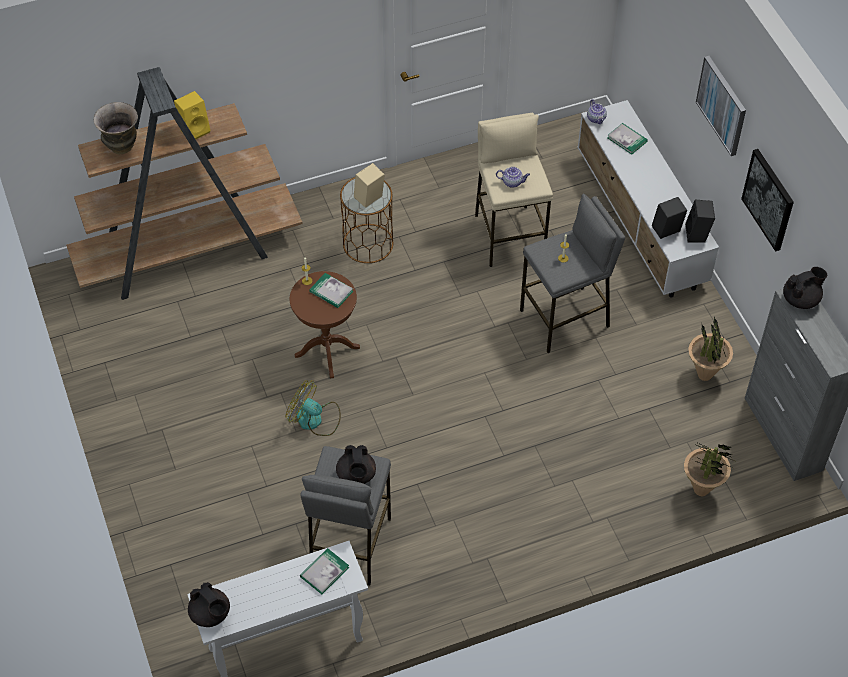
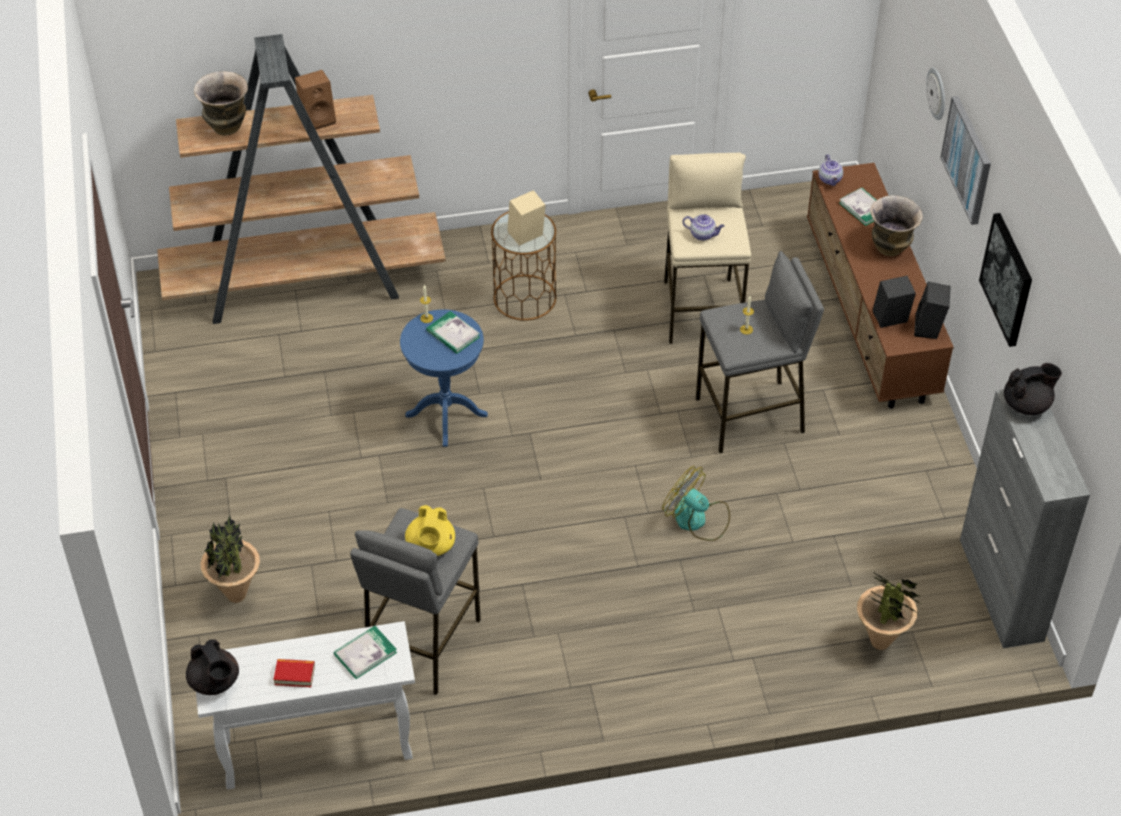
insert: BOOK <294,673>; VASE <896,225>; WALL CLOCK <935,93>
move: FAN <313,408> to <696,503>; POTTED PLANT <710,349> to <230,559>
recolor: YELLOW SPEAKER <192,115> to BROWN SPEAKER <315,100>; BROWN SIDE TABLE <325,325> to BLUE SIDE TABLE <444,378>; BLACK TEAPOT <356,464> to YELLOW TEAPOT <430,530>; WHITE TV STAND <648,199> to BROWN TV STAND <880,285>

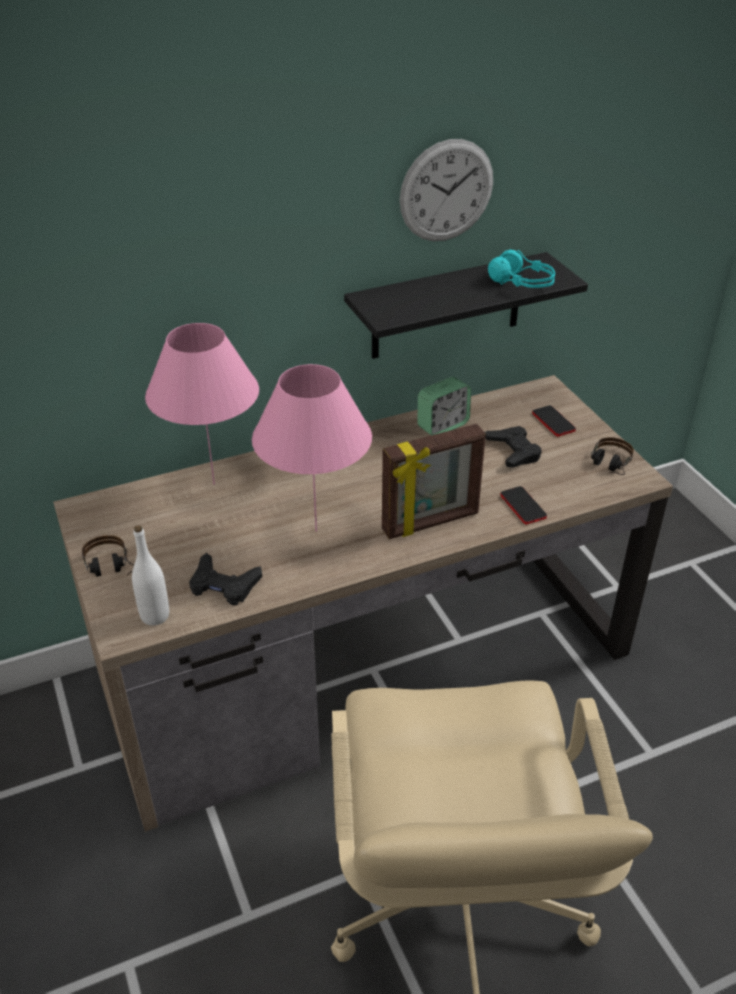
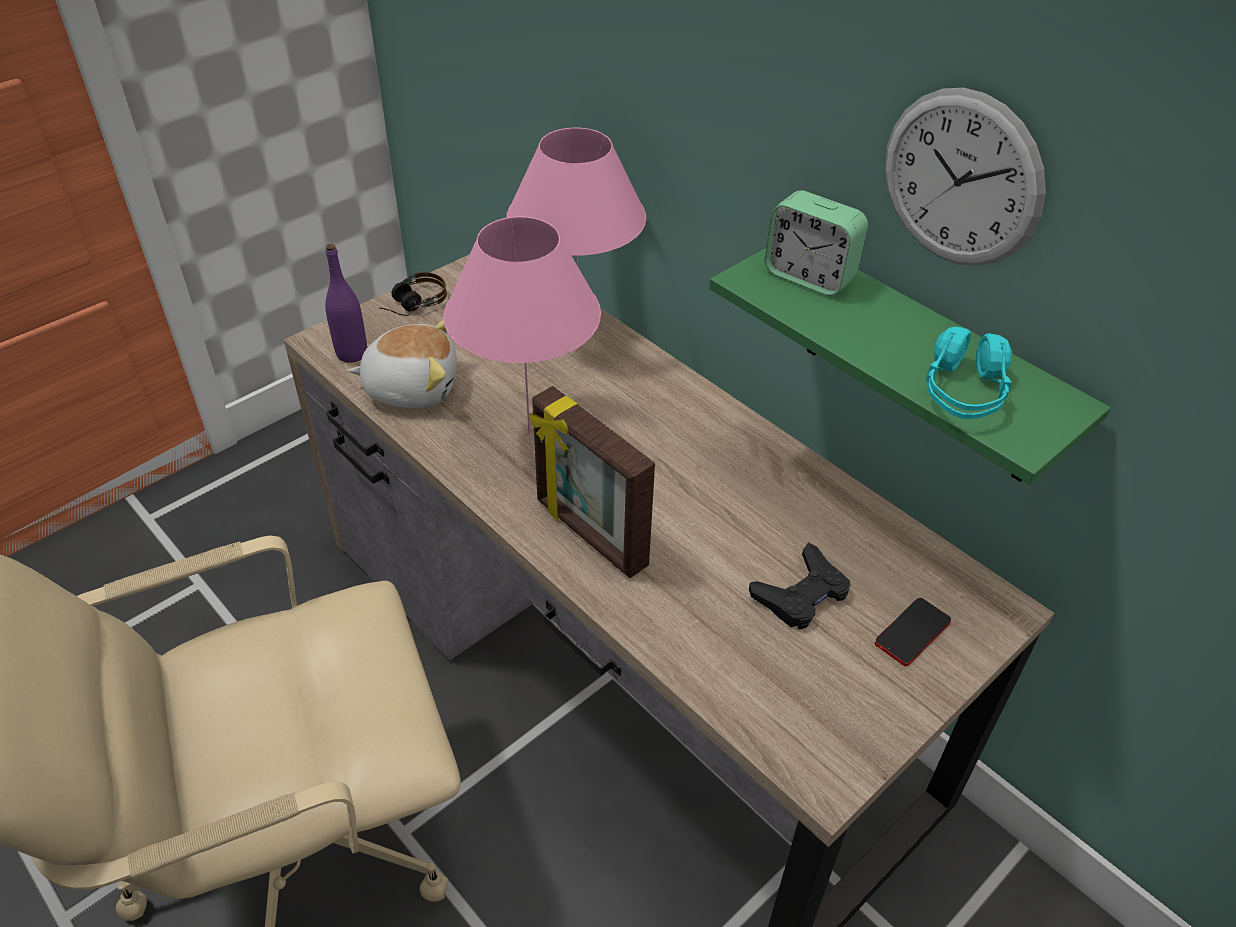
delete: PHONE <523,505>; HEADPHONES <612,456>
move: ALARM CLOCK <444,406> to <816,243>
replace: BLACK GAME CONTROLLER <225,579> to PLUSH TOY <402,364>
recolor: WHITE BOTTLE <150,575> to PURPLE BOTTLE <346,303>; BLACK SHELF <466,305> to GREEN SHELF <910,366>

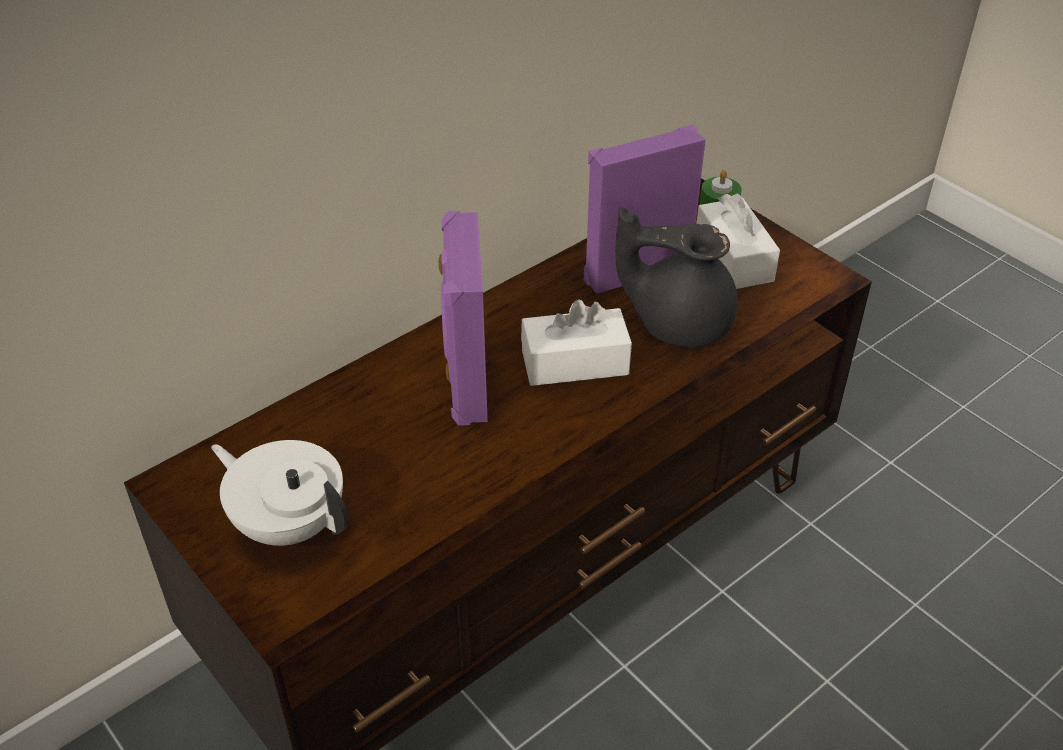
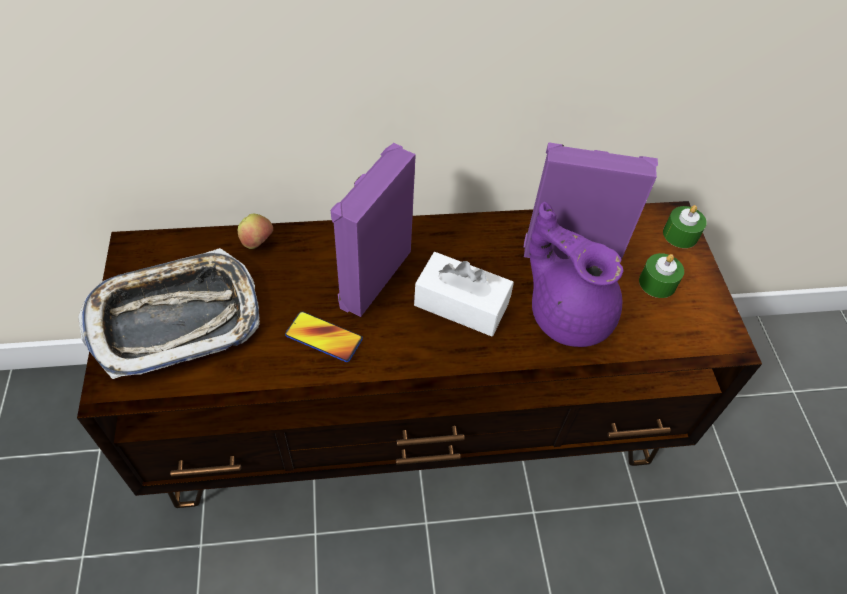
insert: APPLE <255,231>; PHONE <324,336>
replace: WHITE TEAPOT <280,493> to TRAY <169,313>; WHITE TISSUE BOX <738,241> to GREEN CANDLE <661,275>
recolor: BLACK TEAPOT <676,277> to PURPLE TEAPOT <576,274>

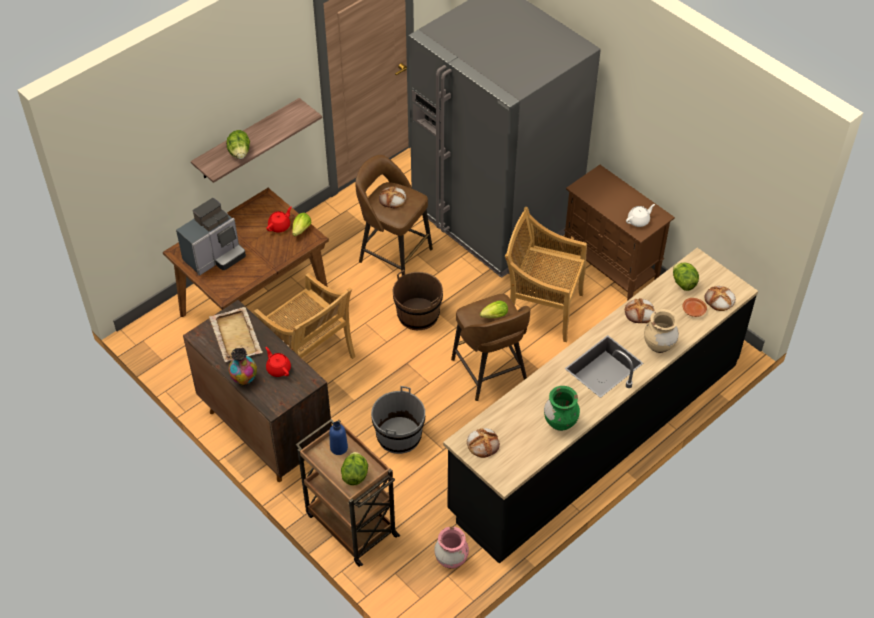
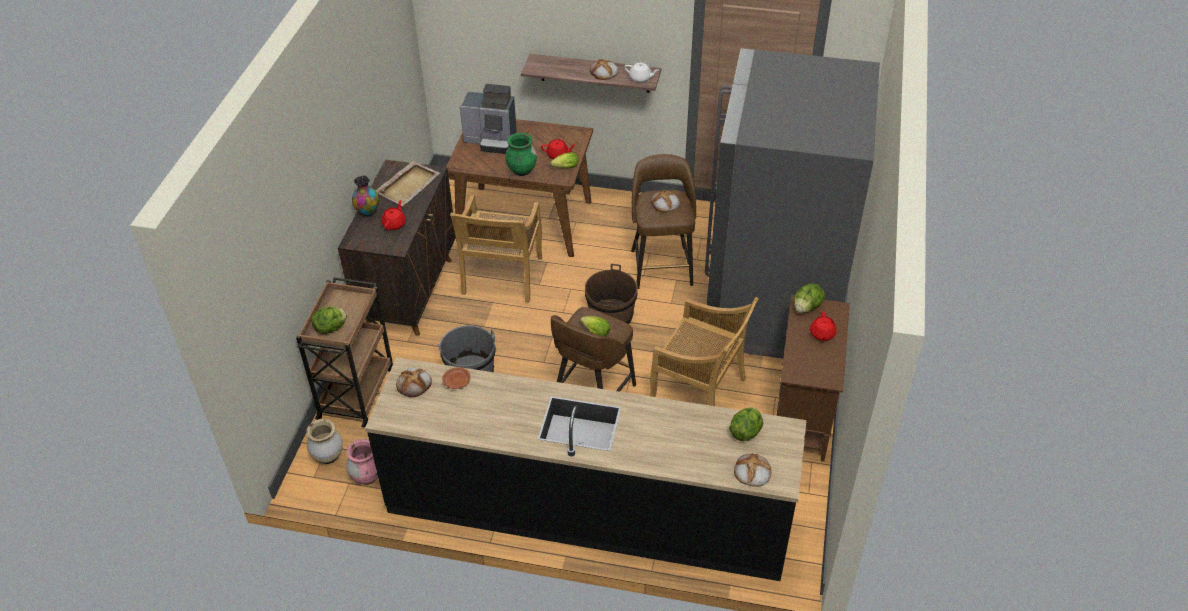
delete: BLUE BOTTLE <338,438>
insert: RED TEAPOT <823,326>
move: LETTUCE <238,144> to <809,298>; GREEN VASE <562,408> to <521,154>; BREAD <639,310> to <604,69>; WHITE TEAPOT <640,215> to <641,72>; BEIGE VASE <661,331> to <324,441>; BROWN PLATE <694,307> to <456,378>
rotate: BEIGE CHAIR <546,274> = <704,351> 135 degrees clockwise

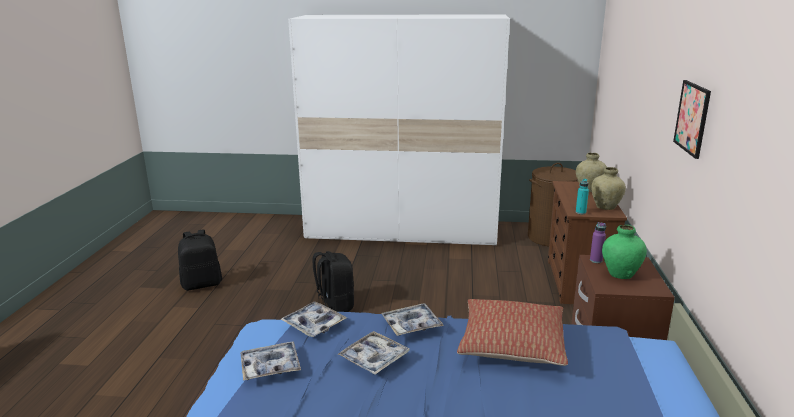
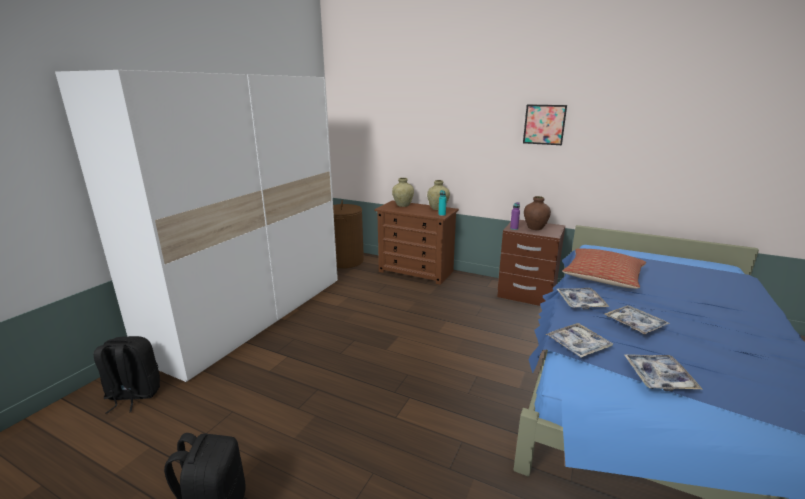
move: BLACK BACKPACK <333,281> to <127,375>
recolor: GREEN VASE <624,252> to BROWN VASE <537,213>

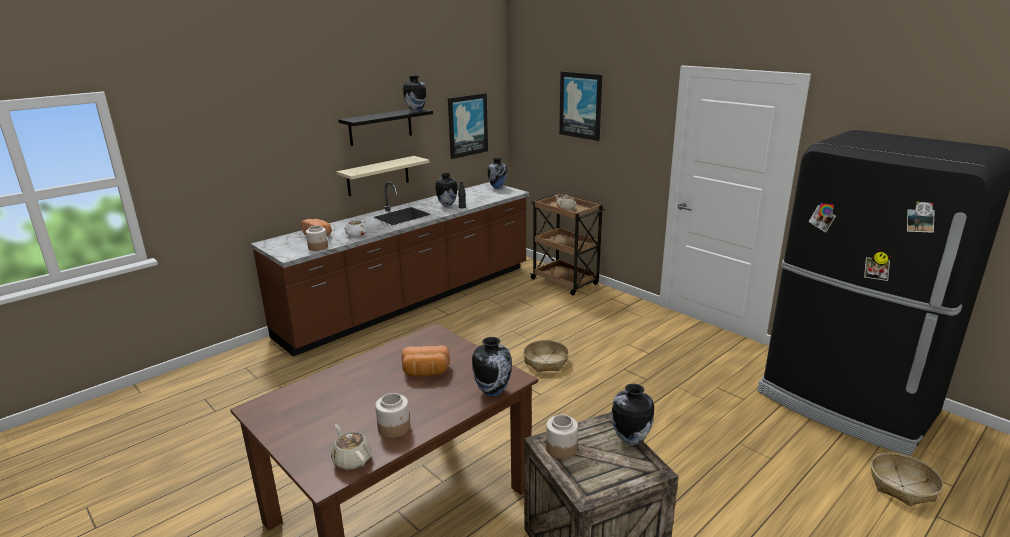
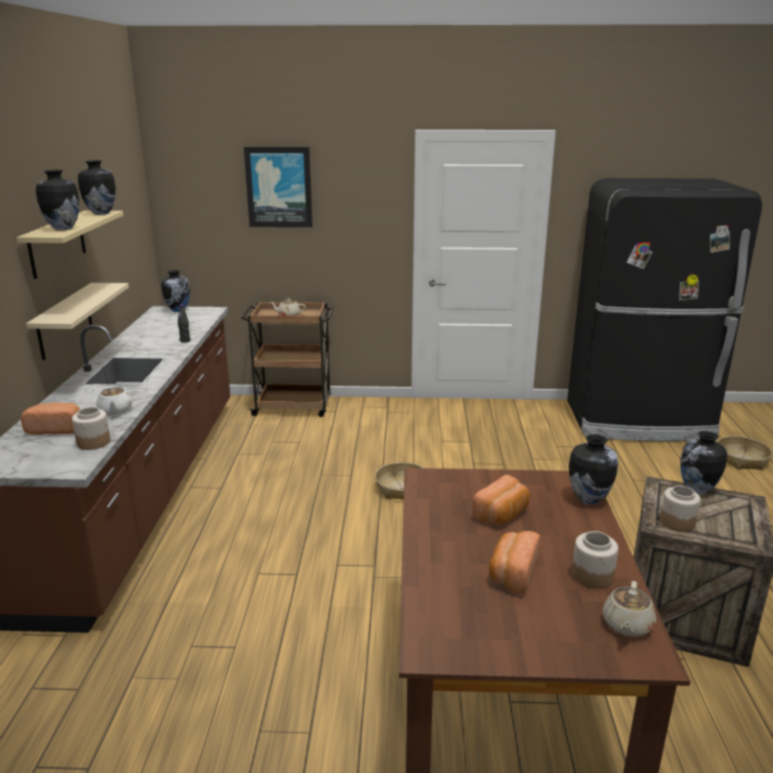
delete: PICTURE <468,126>
insert: BREAD <514,562>
move: VASE <446,189> to <57,200>
recolor: BLACK SHELF <385,127> to BEIGE SHELF <70,244>
rotate: BEIGE TEAPOT <351,447> = <629,609> 75 degrees counterclockwise

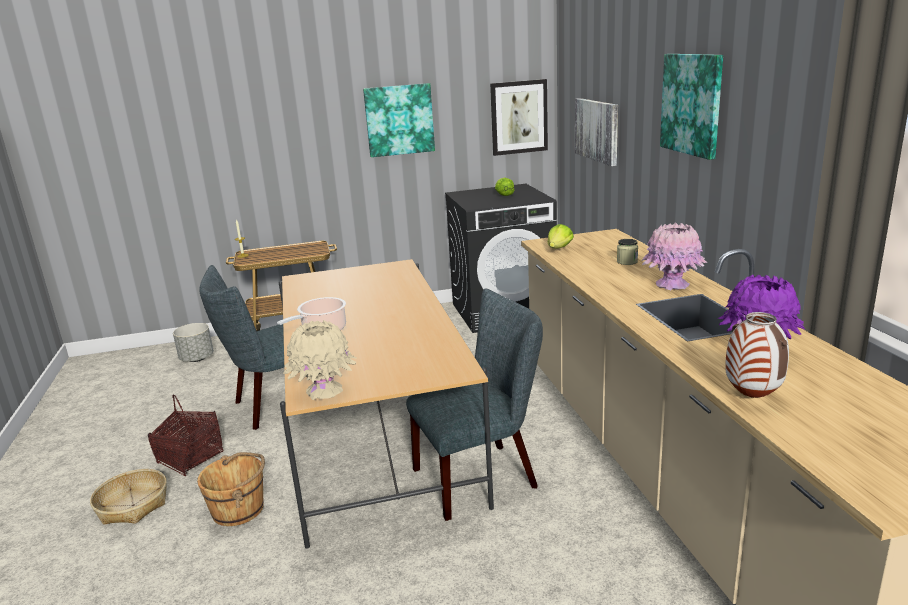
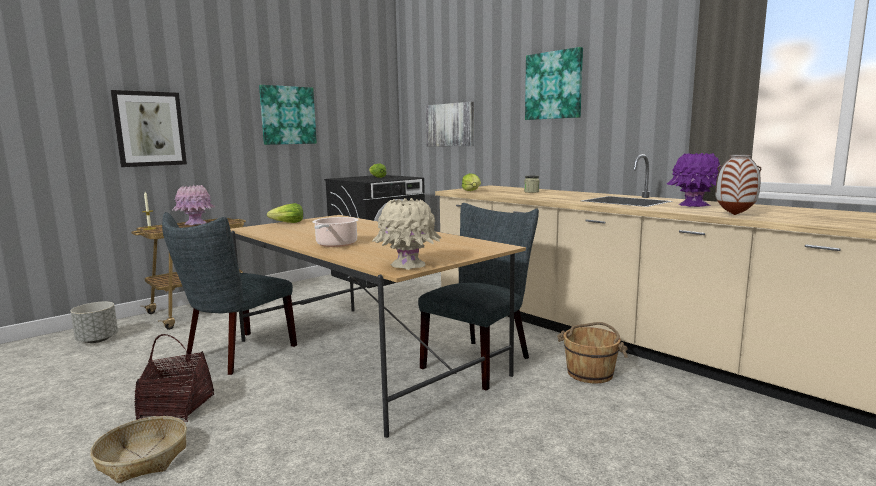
insert: LETTUCE <285,213>
move: BROWN BUCKET <231,489> to <592,352>; PICTURE <519,117> to <149,128>; PINK VASE <674,256> to <193,205>

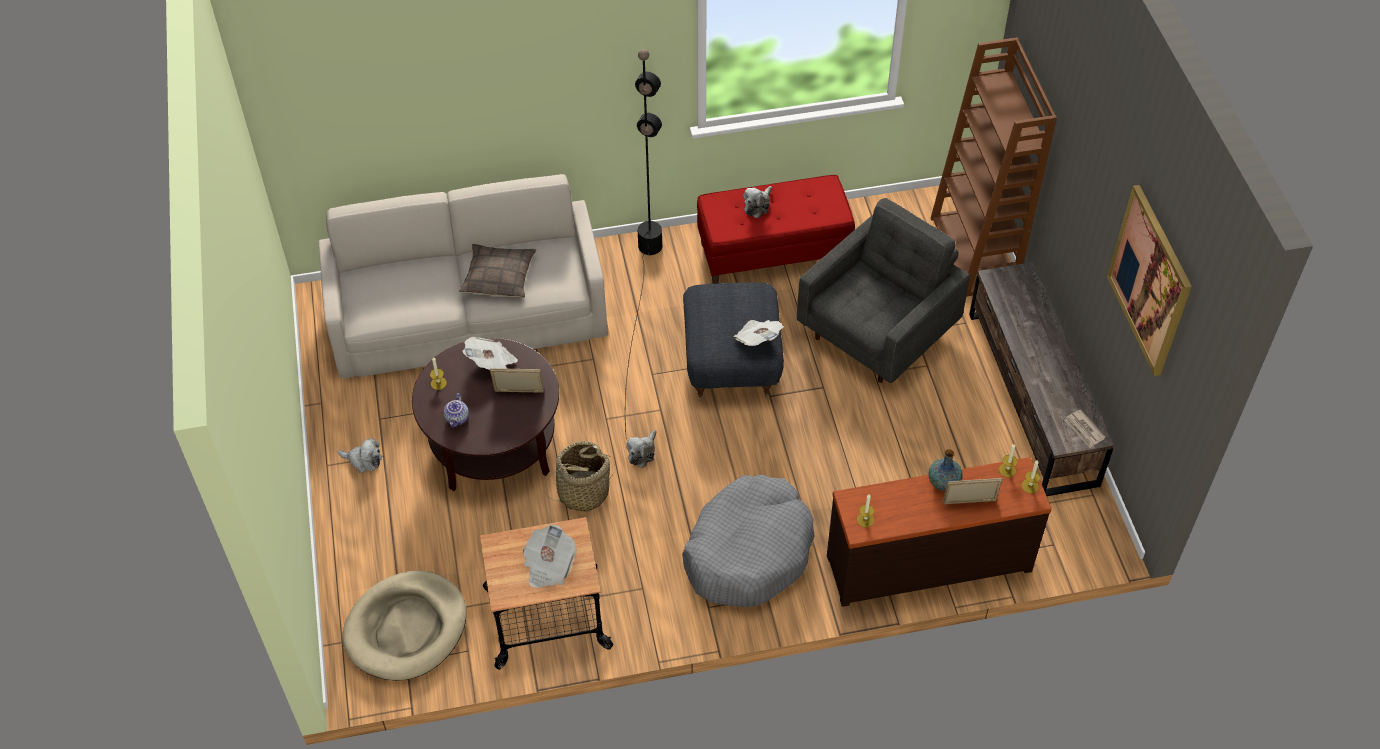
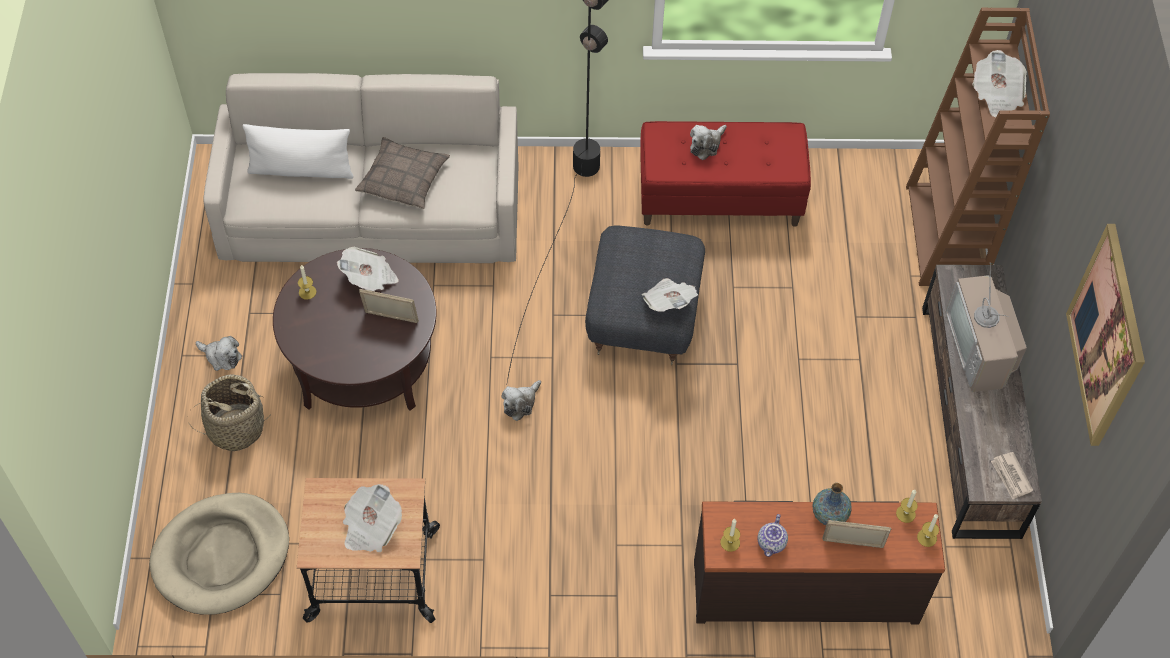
delete: GREY DOG BED <748,541>; GREY ARMCHAIR <883,290>
insert: WHITE PILLOW <298,151>; TELEVISION <986,327>; NEWSPAPER <1000,83>
move: TEAPOT <456,410> to <772,535>; BASKET <580,476> to <229,413>

